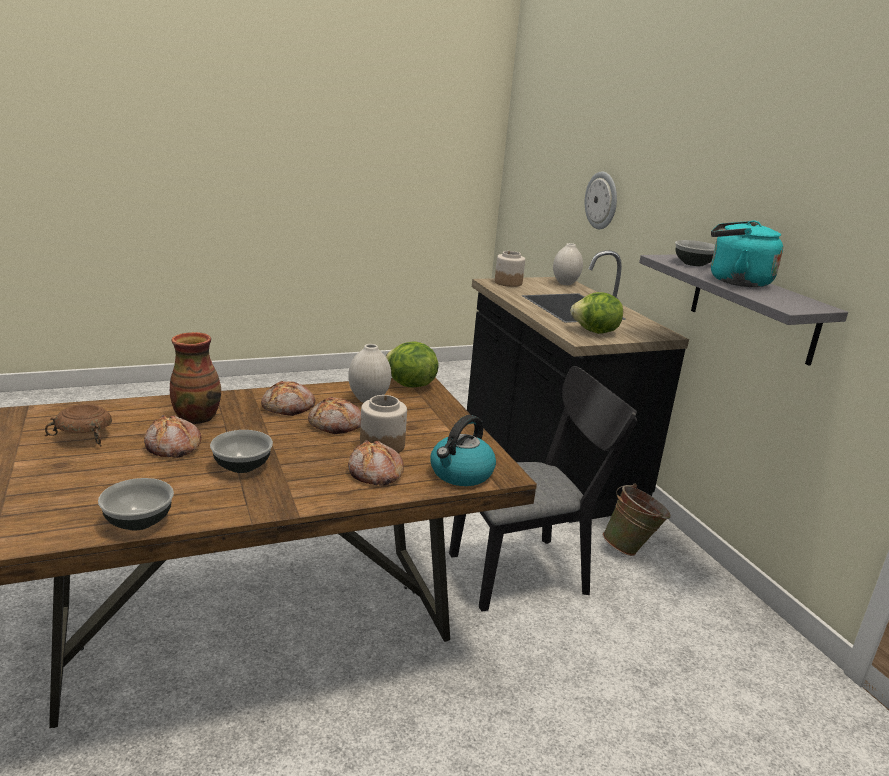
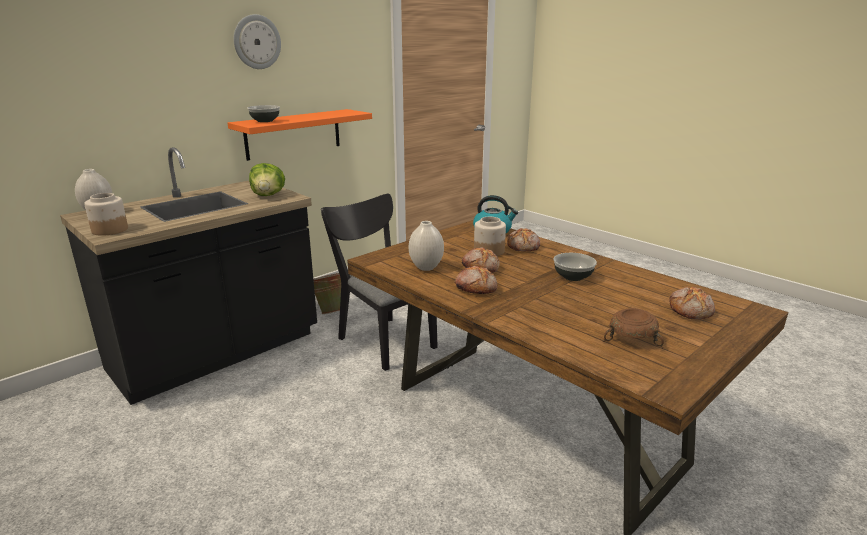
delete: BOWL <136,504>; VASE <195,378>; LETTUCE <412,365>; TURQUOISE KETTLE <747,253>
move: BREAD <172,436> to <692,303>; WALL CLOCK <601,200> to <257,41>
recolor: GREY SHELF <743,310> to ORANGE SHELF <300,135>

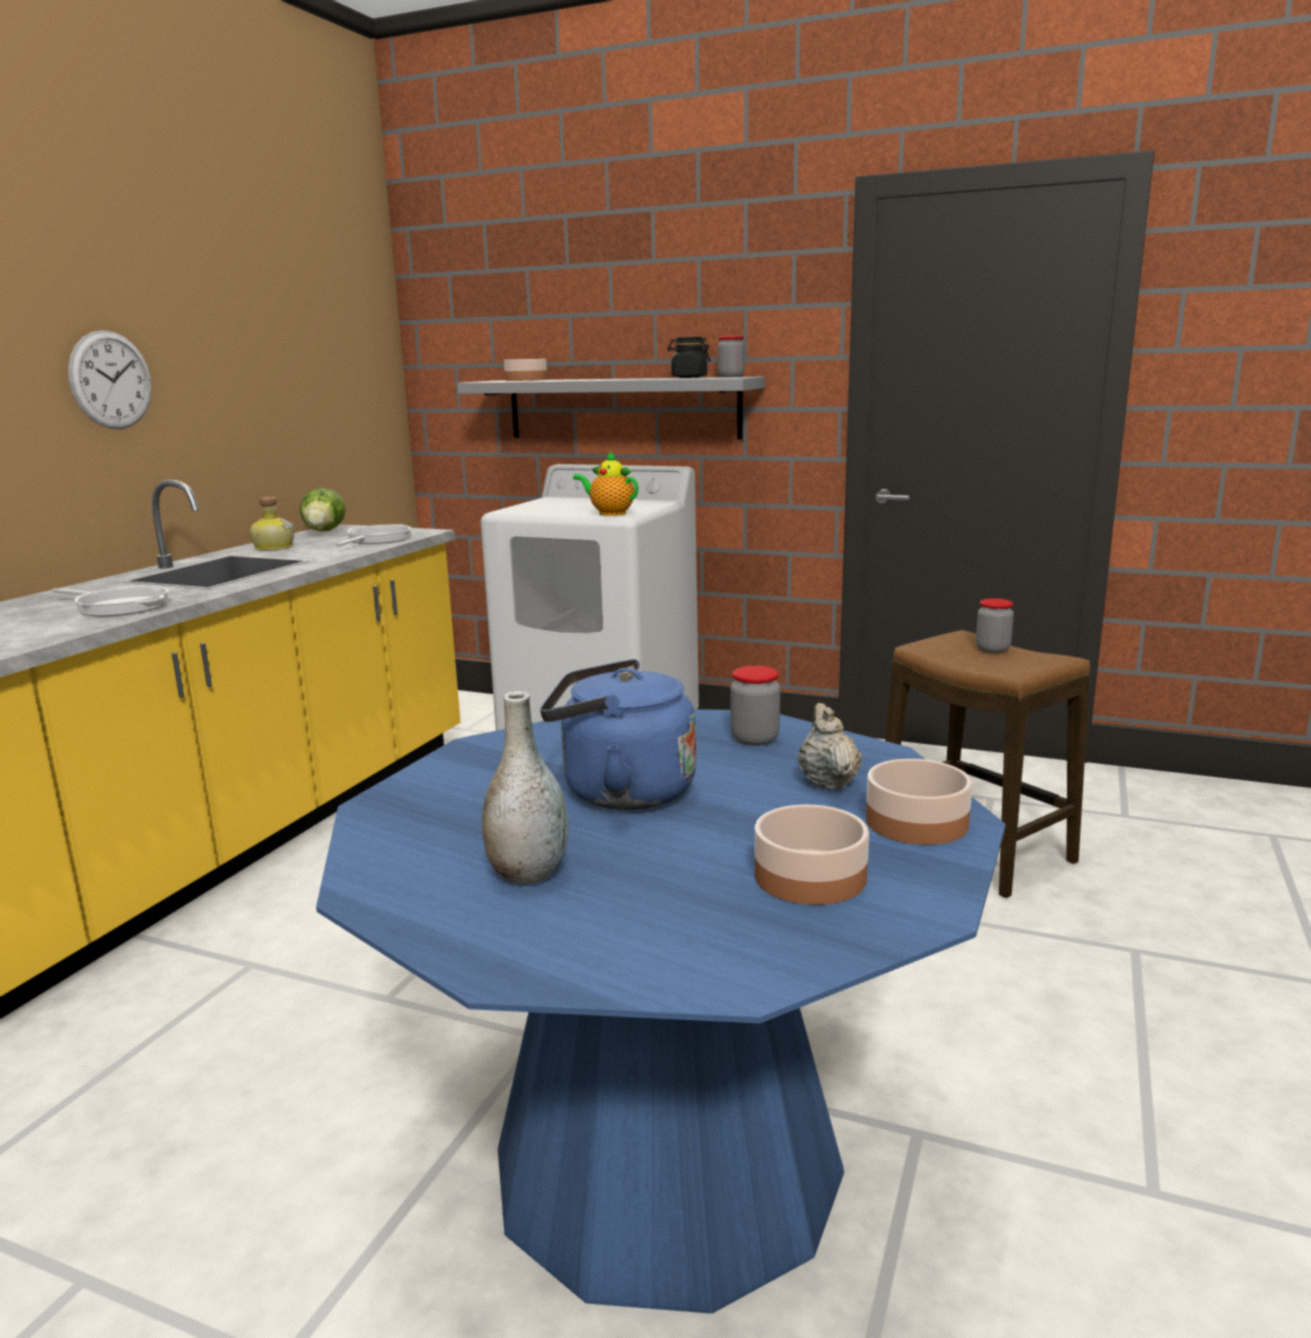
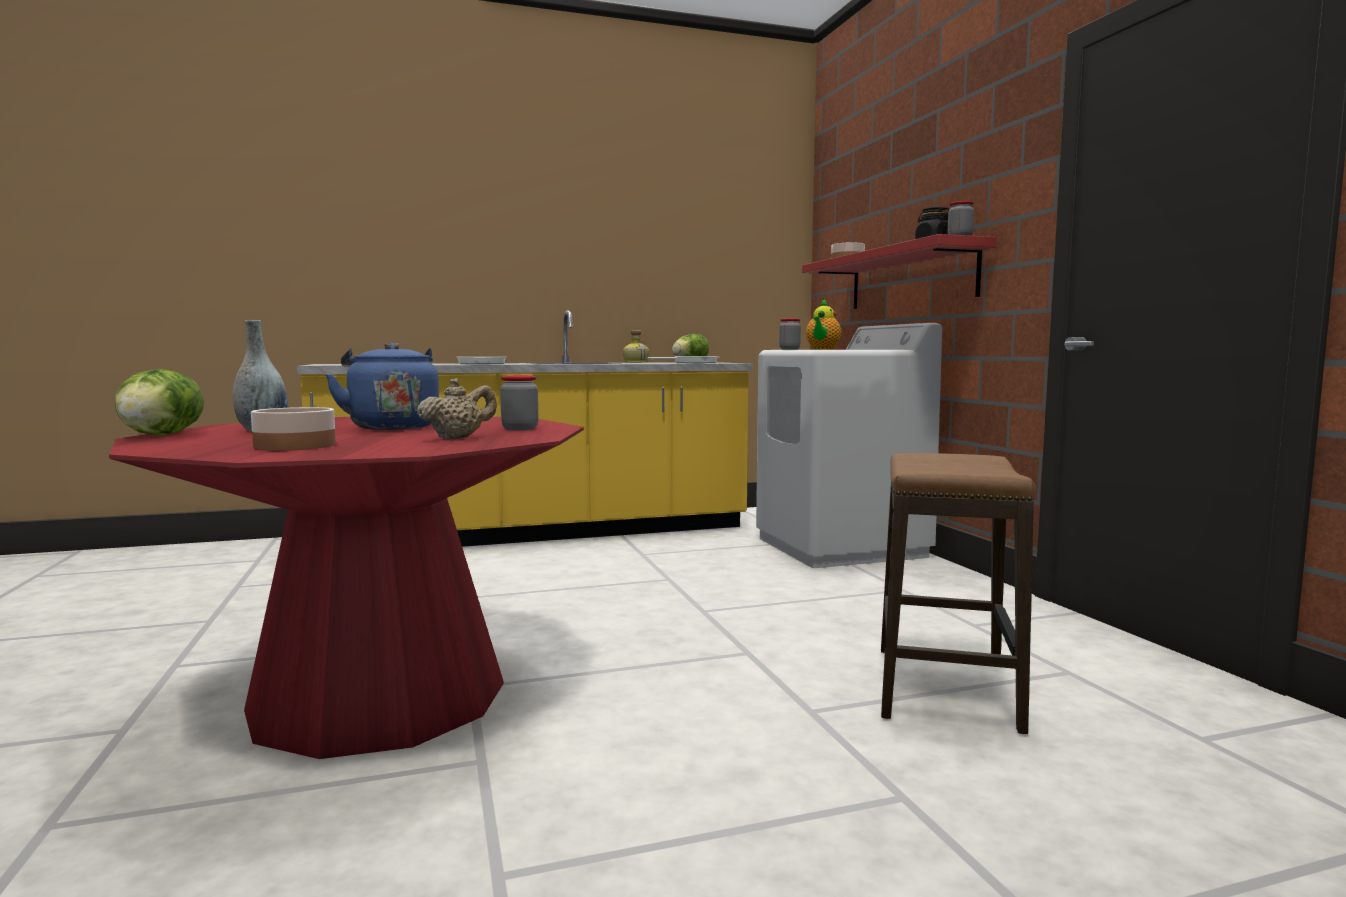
delete: WALL CLOCK <110,379>; BOWL <919,802>
insert: LETTUCE <159,402>
move: JAR <995,625> to <790,334>
recolor: BLUE DINING TABLE <661,1011> to RED DINING TABLE <346,588>; GREY SHELF <611,408> to RED SHELF <899,271>
rotate: TEAPOT <605,483> = <823,324> 150 degrees counterclockwise

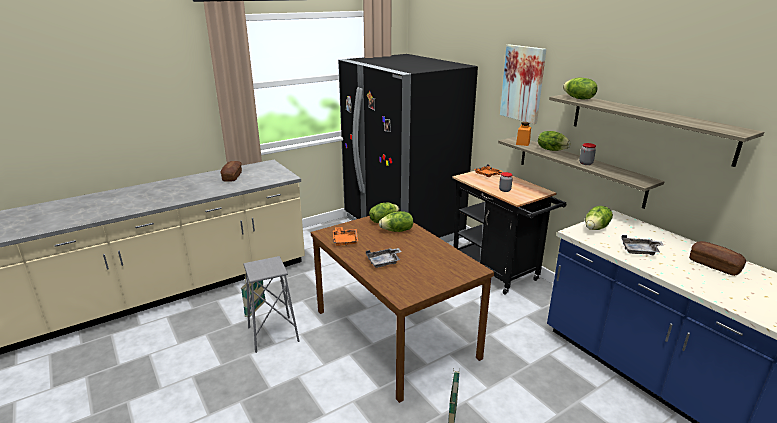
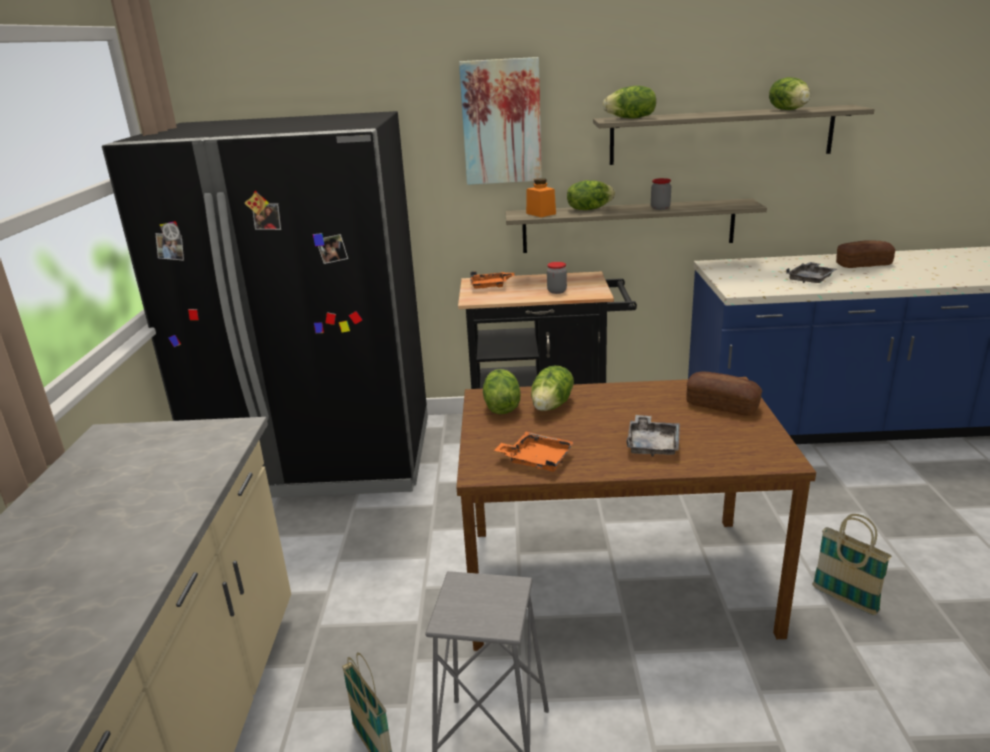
move: BREAD <231,171> to <724,393>; LETTUCE <599,218> to <790,93>

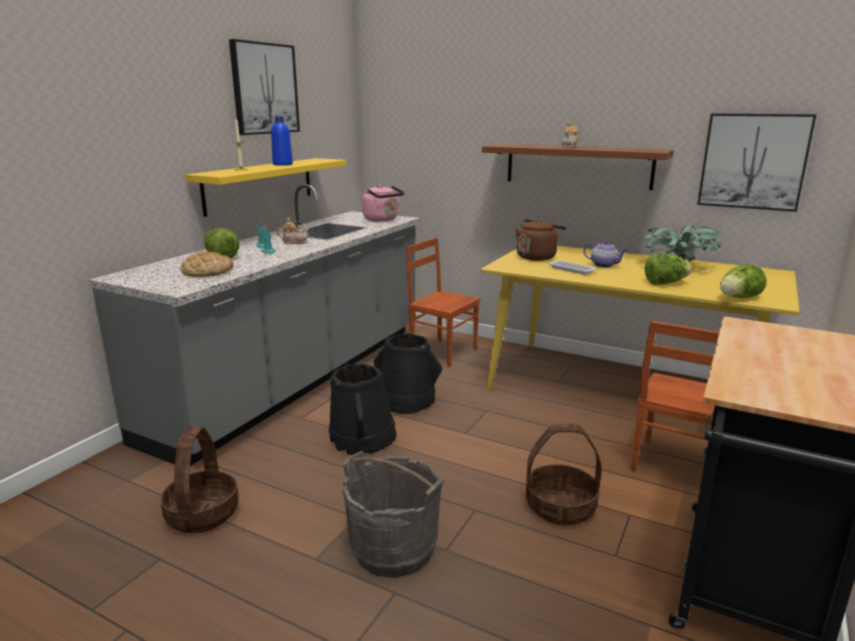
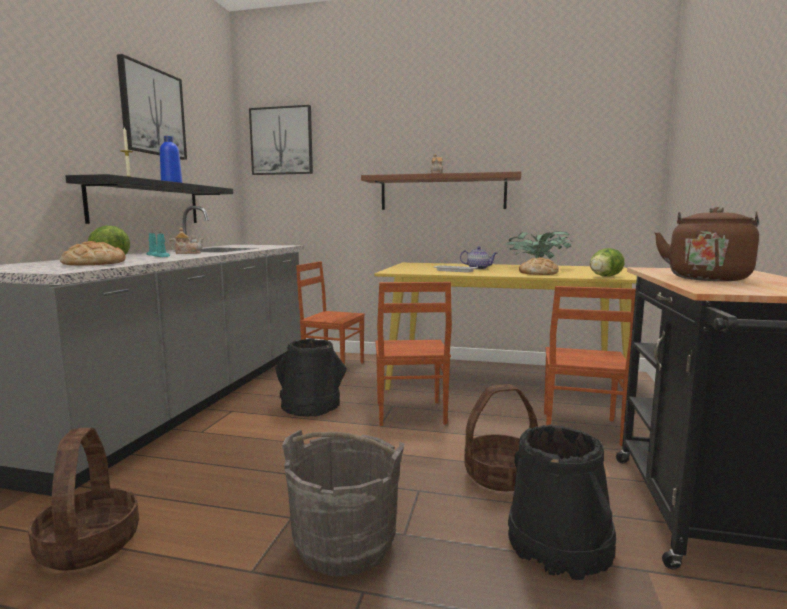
delete: PINK KETTLE <383,203>
insert: BROWN CHAIR <413,354>
move: BLACK BUCKET <362,409> to <562,502>; BROWN KETTLE <541,240> to <706,244>; PICTURE <756,163> to <281,140>
replace: LETTUCE <668,269> to BREAD <539,266>
recolor: YELLOW SHELF <265,187> to BLACK SHELF <149,199>

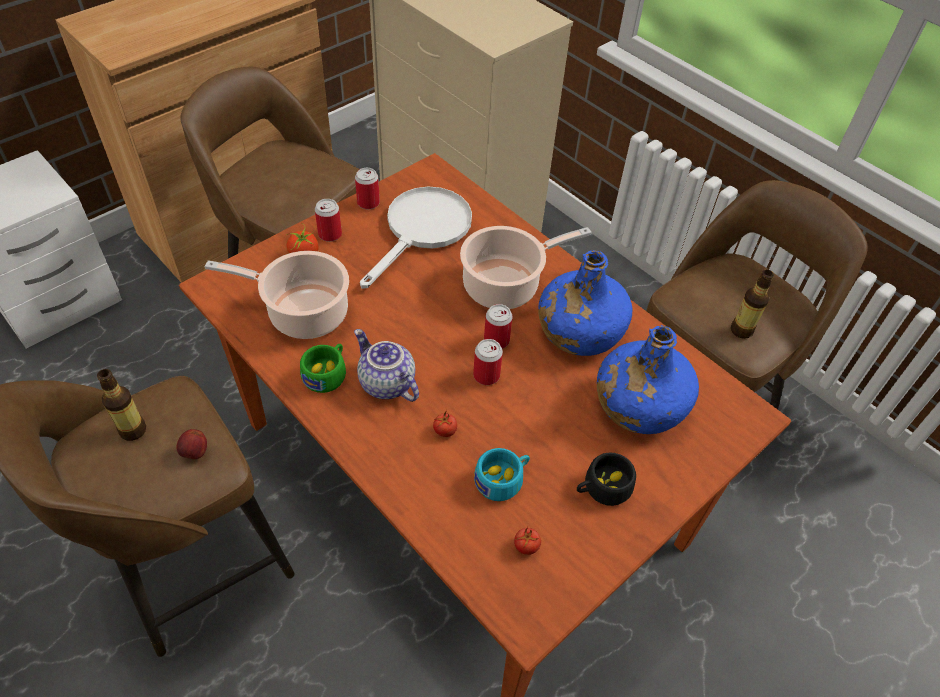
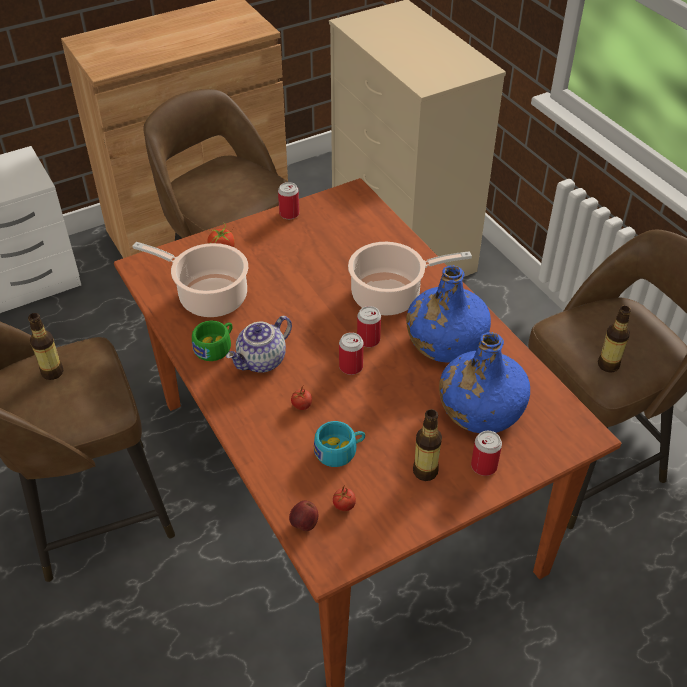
delete: WHITE FRYING PAN <416,238>
move: APPLE <192,444> to <303,516>; CAN <328,220> to <486,453>
replace: BLACK CUP <606,479> to BOTTLE <427,445>
rotate: TEAPOT <386,365> = <259,344> 105 degrees counterclockwise

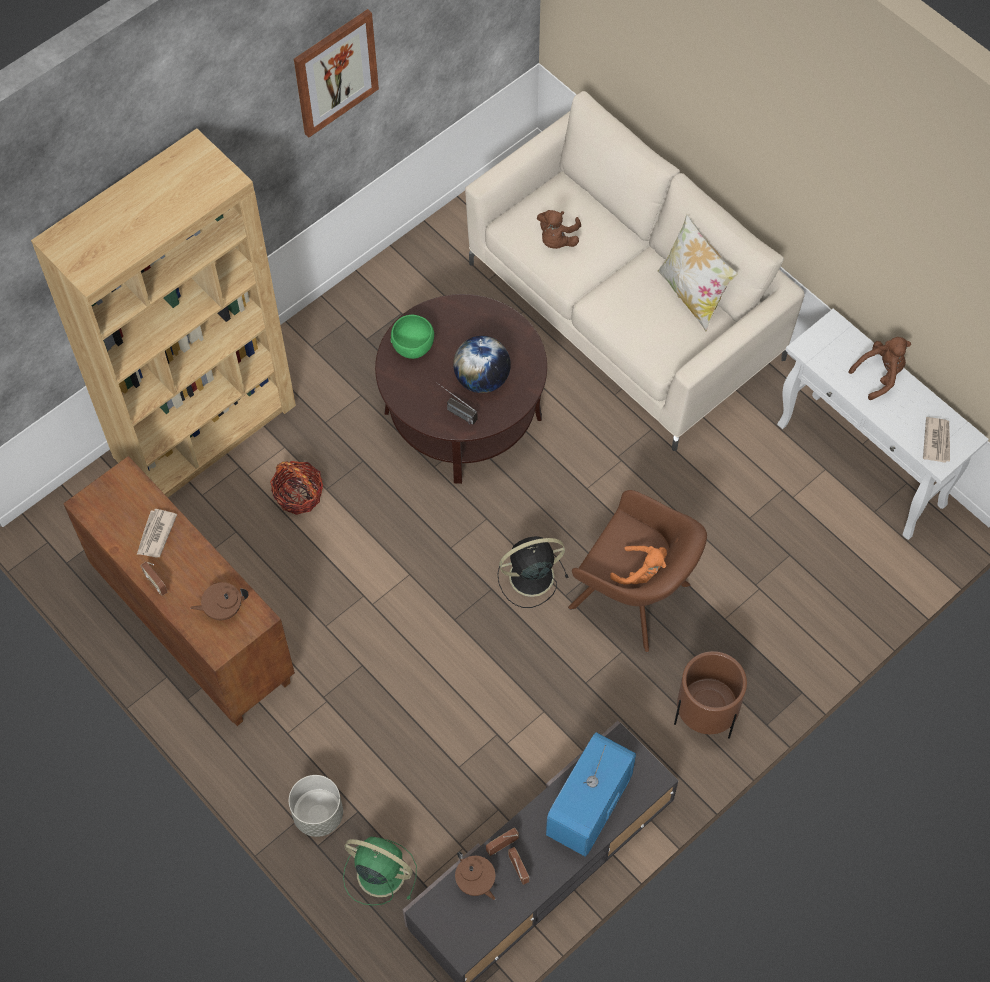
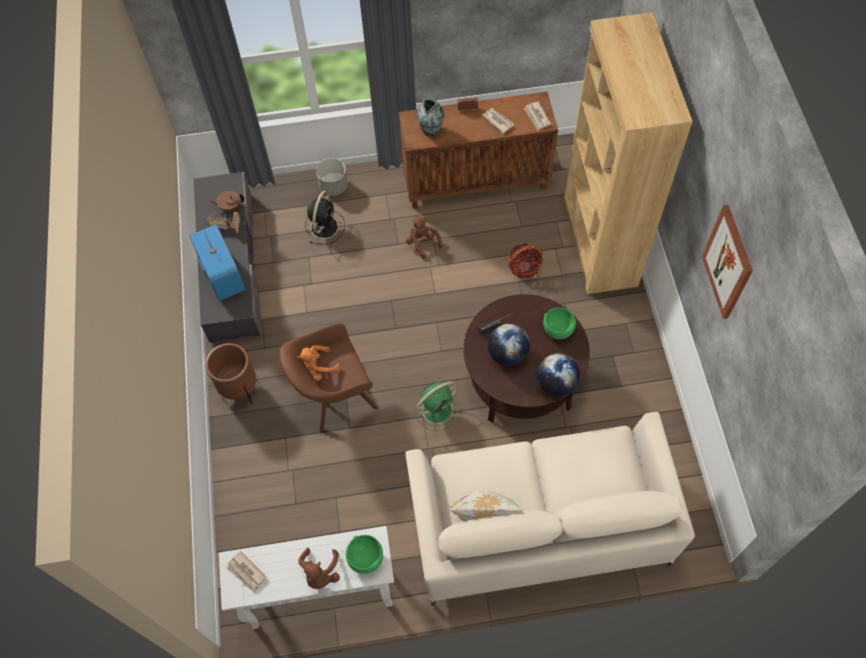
insert: GREEN BOWL <364,554>; NEWSPAPER <537,115>; GLOBE <558,374>
move: GREEN FAN <380,870> to <436,406>; BLACK FAN <532,572> to <325,217>; BROWN PLUSH TOY <559,229> to <424,237>
replace: BROWN TEAPOT <219,601> to VASE <430,117>

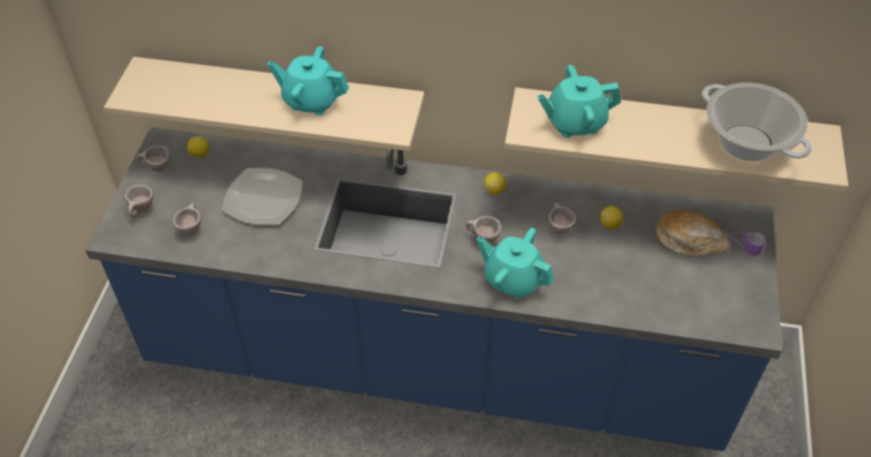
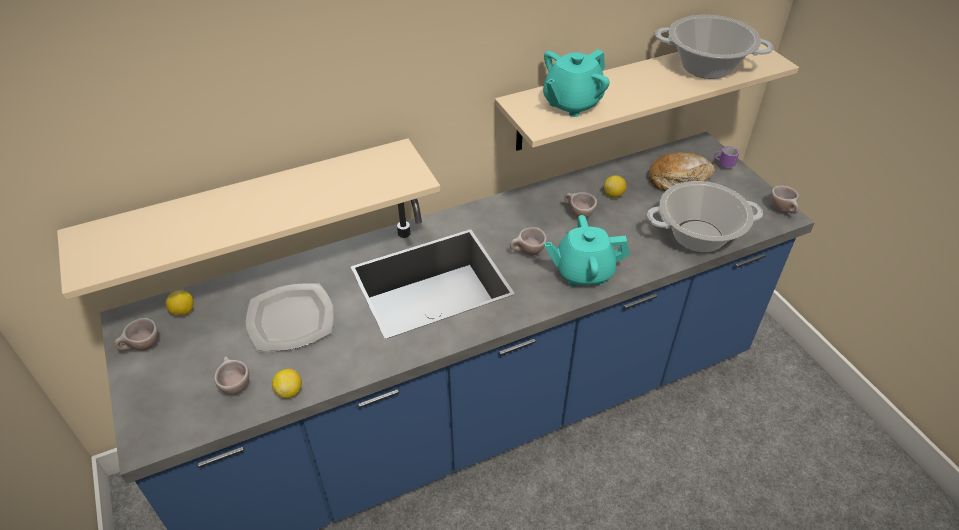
delete: TURQUOISE TEAPOT <308,80>
insert: COOKING POT <705,216>
move: BEIGE CUP <139,200> to <785,199>; LEMON <495,183> to <287,383>

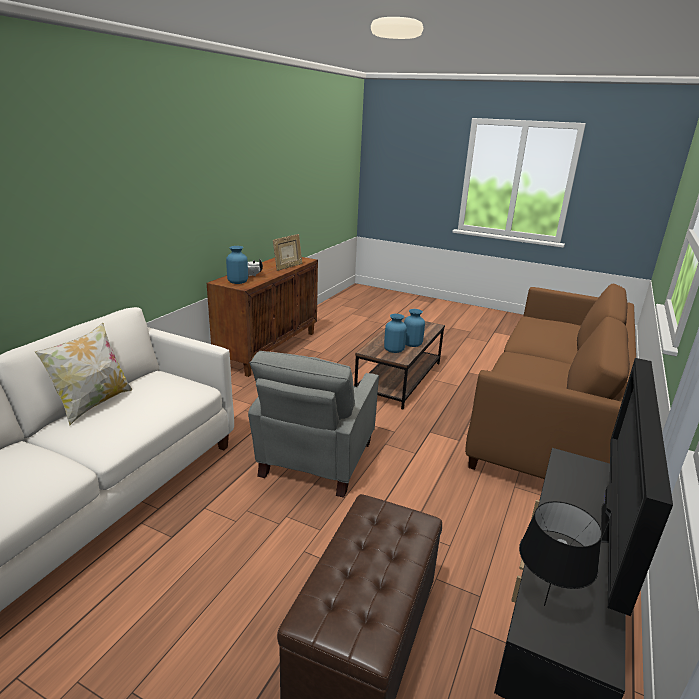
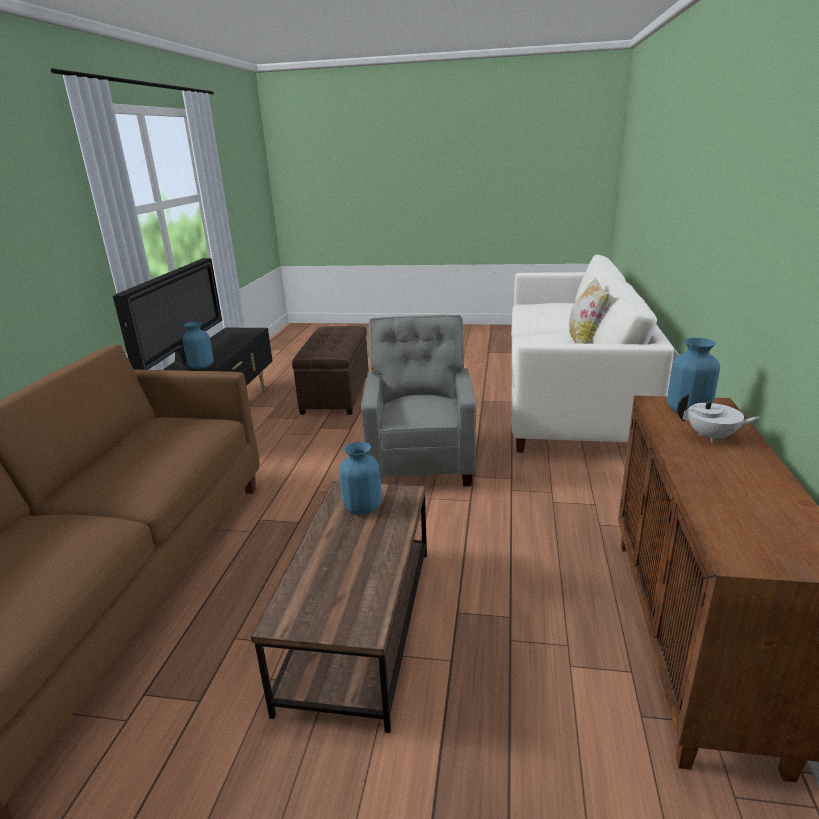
delete: PICTURE FRAME <287,252>; BLACK TABLE LAMP <560,553>
move: BLUE VASE <414,328> to <198,345>

